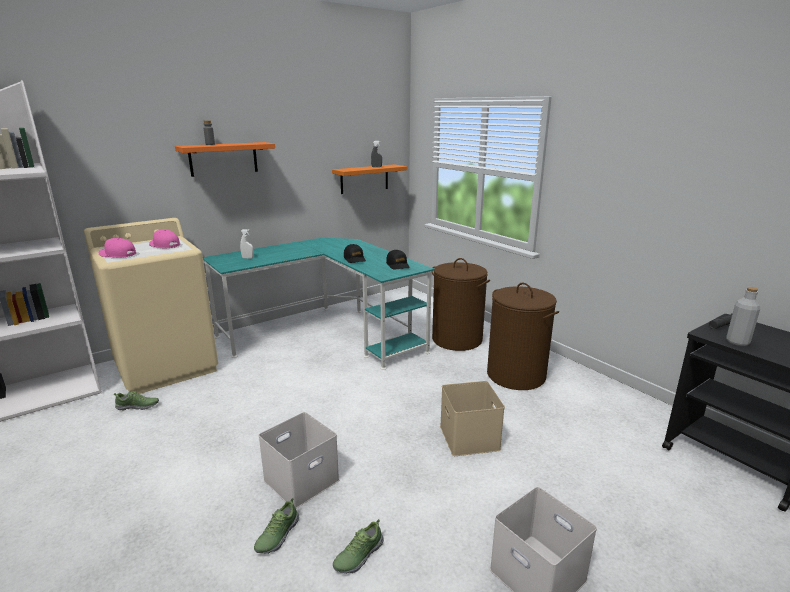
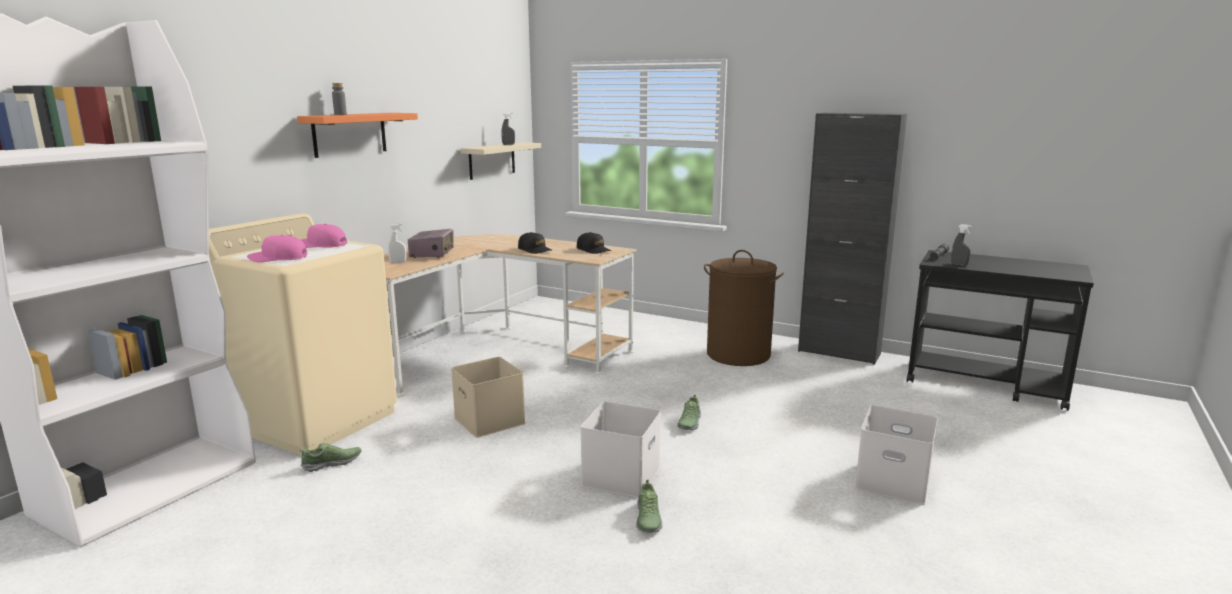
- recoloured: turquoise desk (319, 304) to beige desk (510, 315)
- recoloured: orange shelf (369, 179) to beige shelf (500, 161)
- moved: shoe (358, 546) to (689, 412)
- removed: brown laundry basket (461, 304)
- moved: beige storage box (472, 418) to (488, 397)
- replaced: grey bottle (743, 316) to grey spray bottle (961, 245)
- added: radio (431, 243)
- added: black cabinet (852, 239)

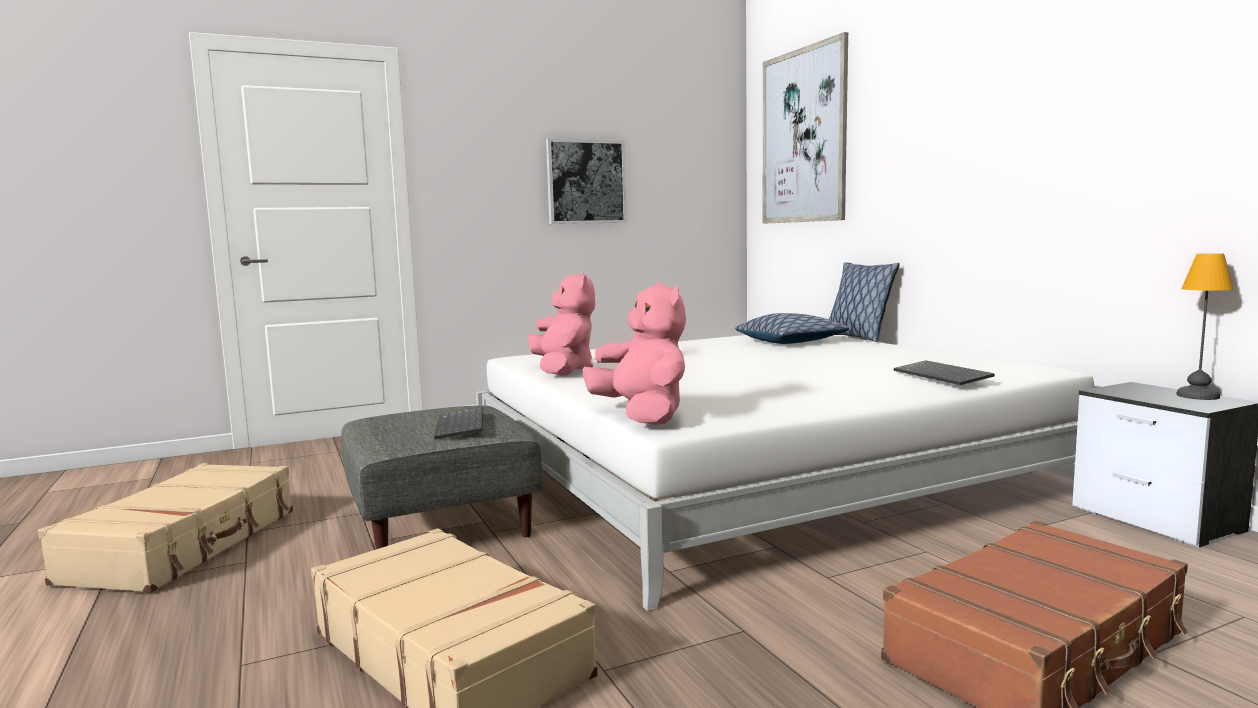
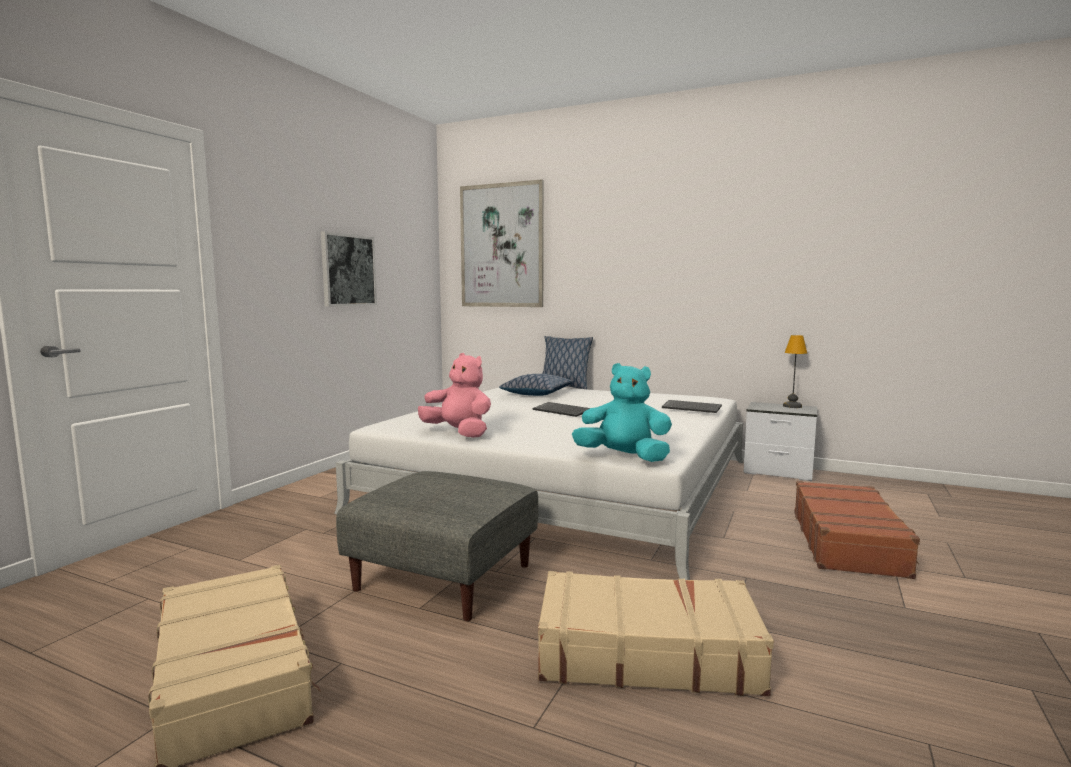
- moved: keyboard (458, 423) to (561, 409)
- recoloured: pink plush toy (634, 353) to turquoise plush toy (622, 412)

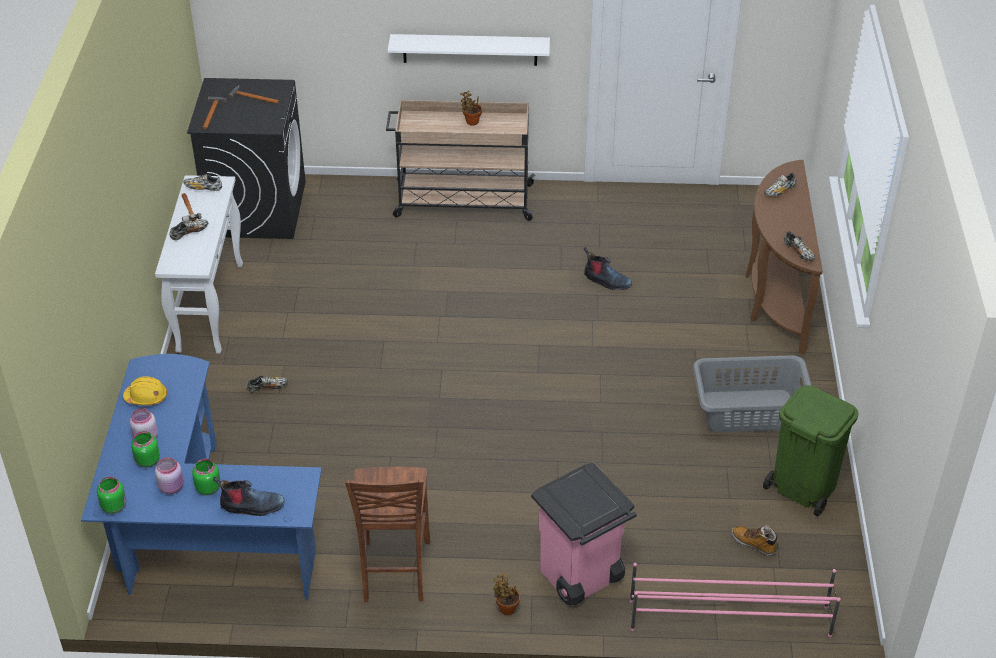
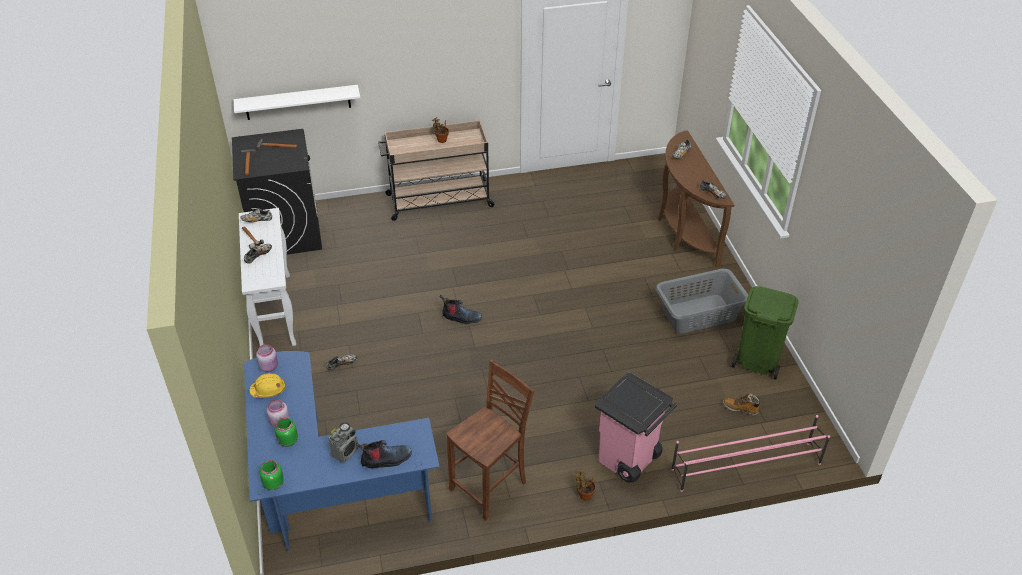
- moved: pink jar (169, 475) to (267, 358)
- replaced: green jar (206, 476) to radio (343, 442)
- turned: brown chair (387, 534) = (490, 440) 120 degrees counterclockwise
- moved: white shelf (469, 50) to (297, 102)
- moved: boot (608, 268) to (460, 309)

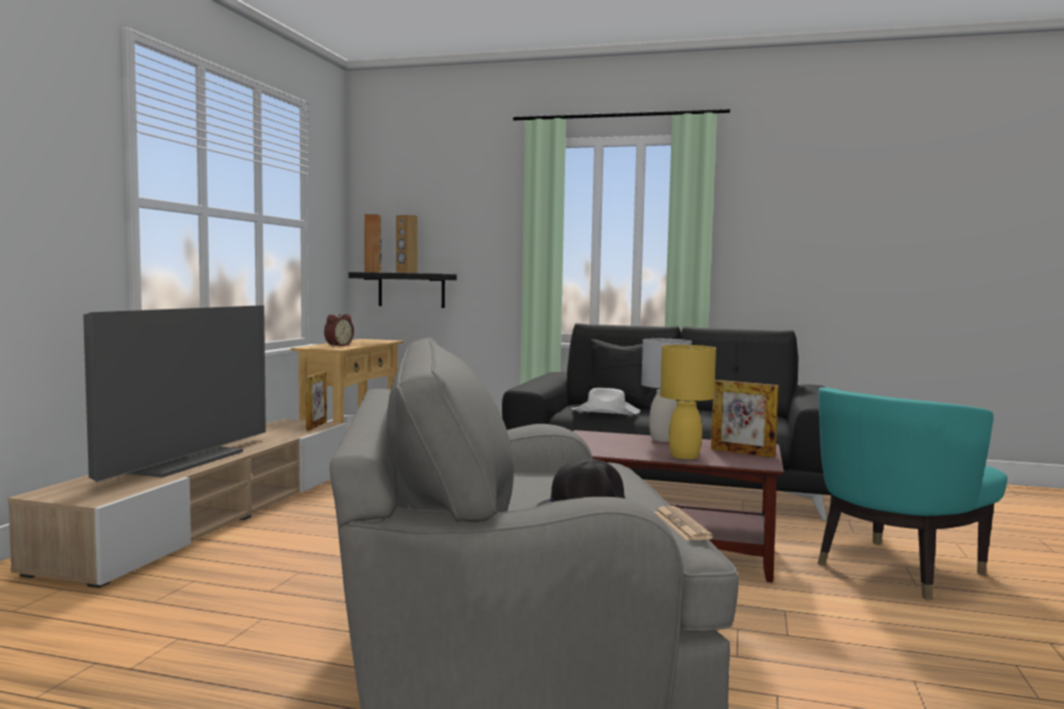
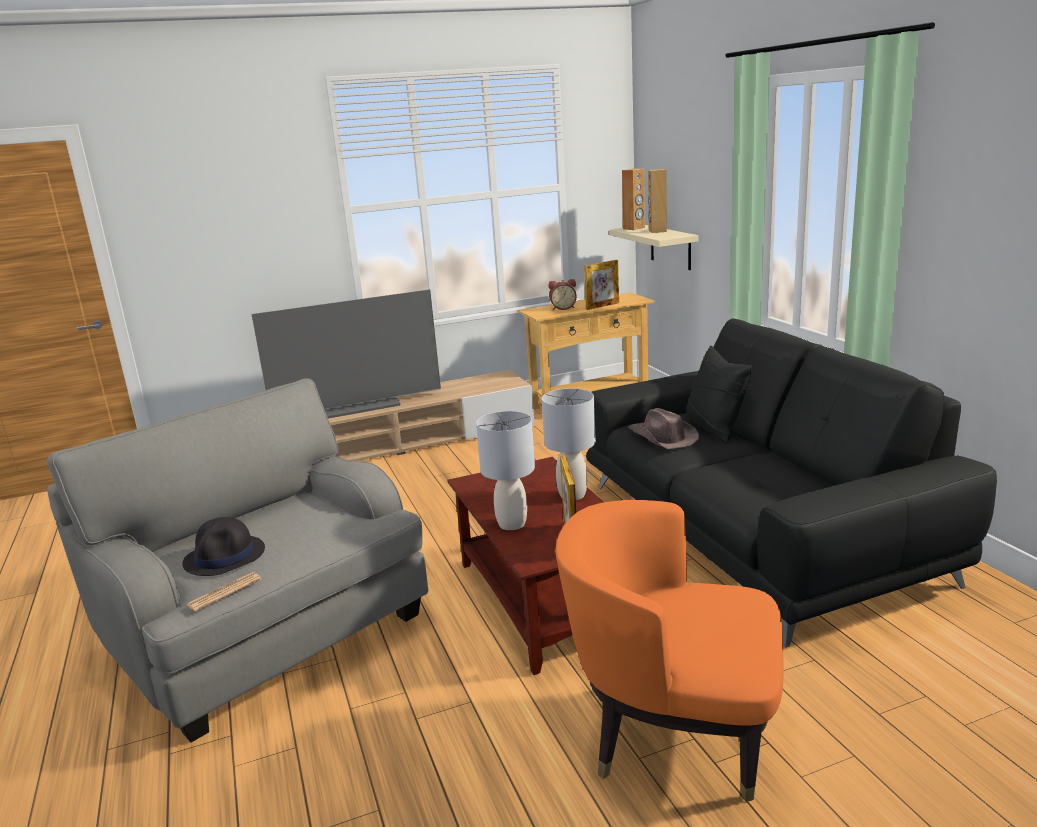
- moved: picture frame (316, 401) to (601, 285)
- recoloured: black shelf (402, 290) to beige shelf (654, 247)
- recoloured: white hat (606, 401) to brown hat (663, 428)
- recoloured: yellow table lamp (688, 402) to grey table lamp (505, 470)
- recoloured: turquoise armchair (913, 493) to orange armchair (669, 651)

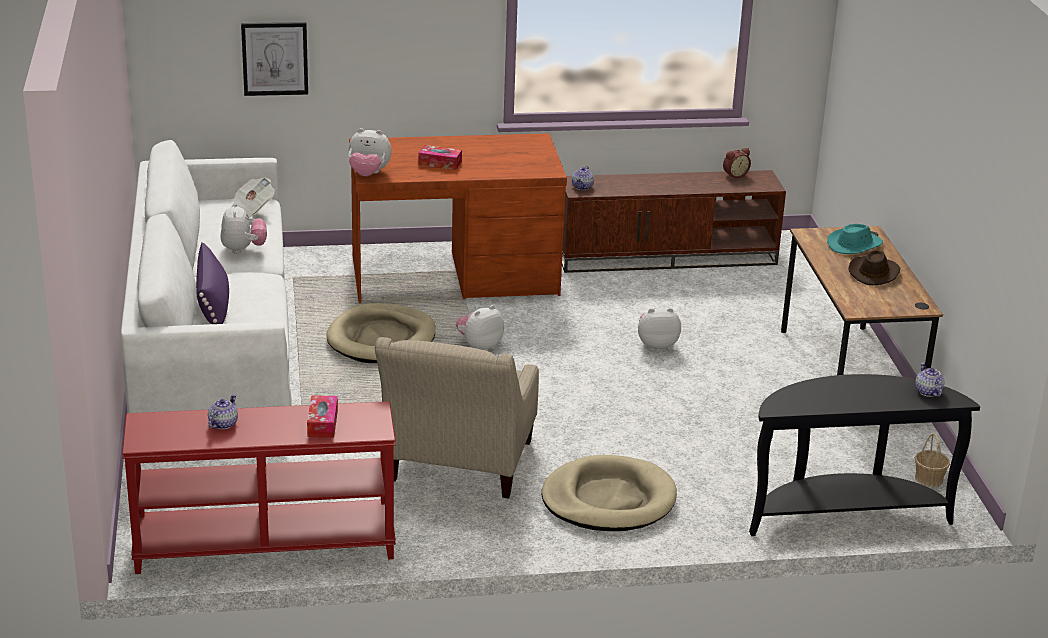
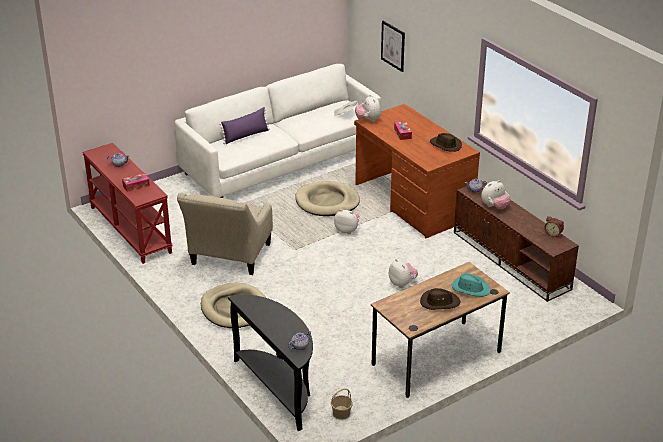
- moved: plush toy (243, 228) to (496, 194)
- turned: beige armchair (457, 418) = (225, 234) 60 degrees counterclockwise
- added: brown hat (446, 142)

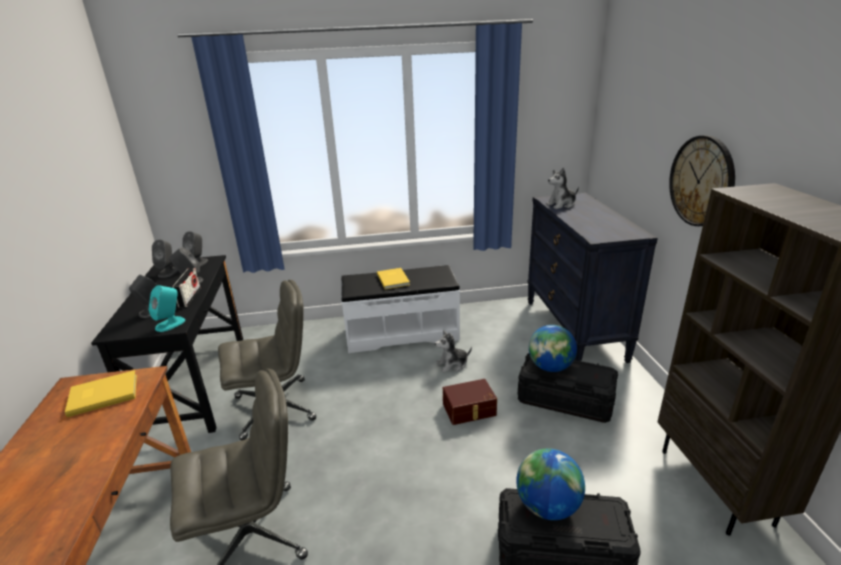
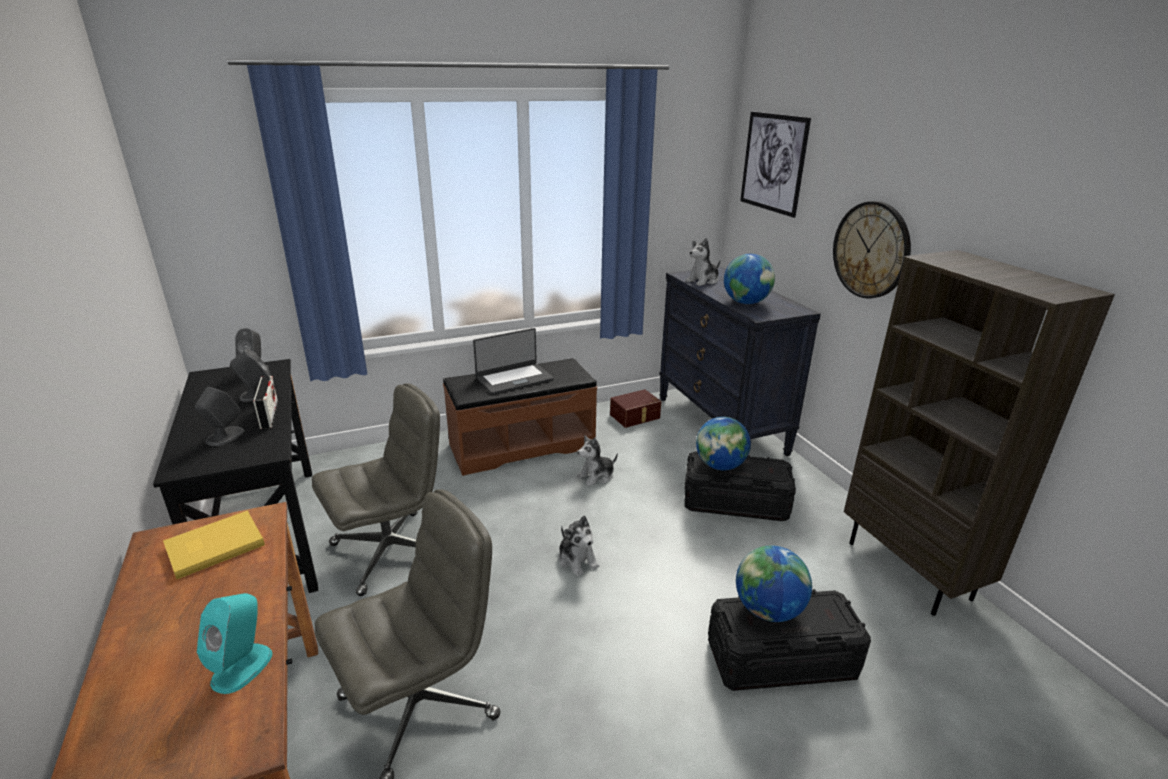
- moved: turquoise speaker (166, 308) to (234, 643)
- removed: grey speaker (165, 259)
- recoloured: white bench (400, 309) to brown bench (520, 417)
- replaced: yellow book (393, 278) to laptop (513, 361)
- moved: brown storage box (470, 402) to (635, 408)
- added: plush toy (578, 546)
- added: globe (749, 279)
- added: picture (775, 165)

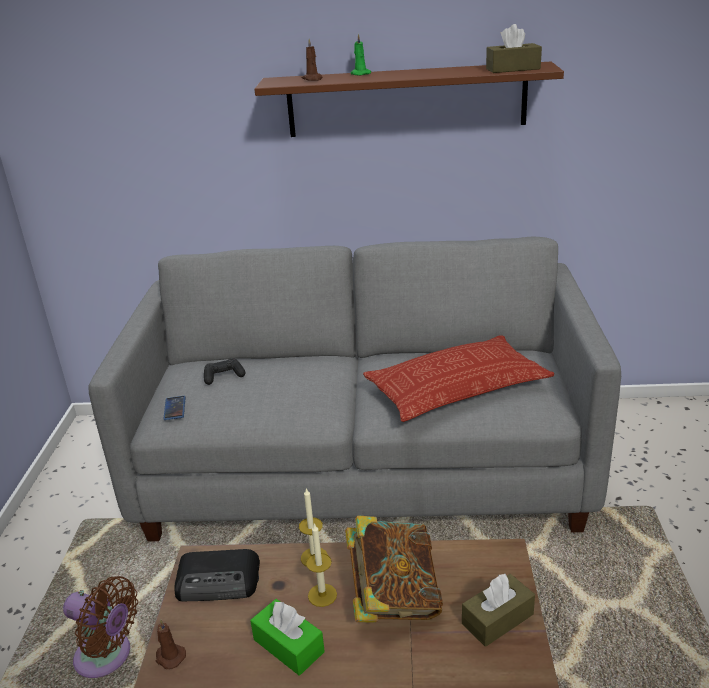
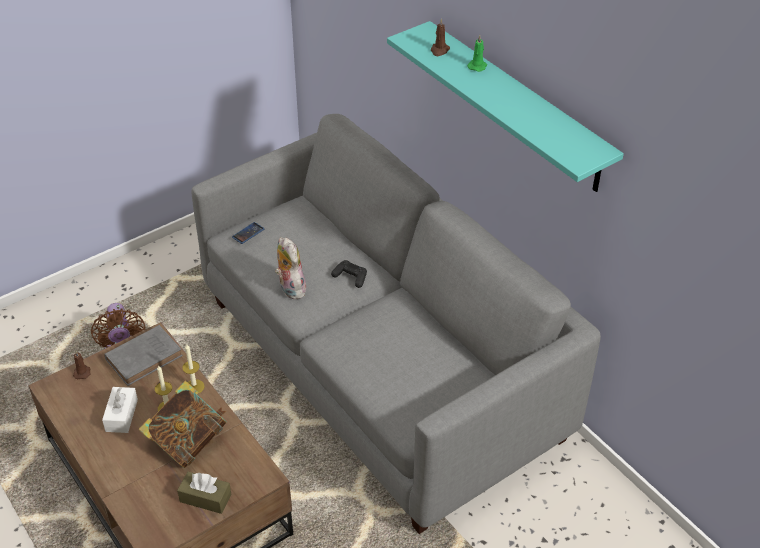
- replaced: radio (217, 575) to grey book (143, 355)
- moved: black game controller (224, 371) to (349, 274)
- recoloured: green tissue box (287, 637) to white tissue box (120, 410)
- recoloured: brown shelf (409, 99) to turquoise shelf (505, 106)
- removed: pillow (458, 378)
- removed: brown tissue box (514, 48)
- added: plush toy (290, 268)

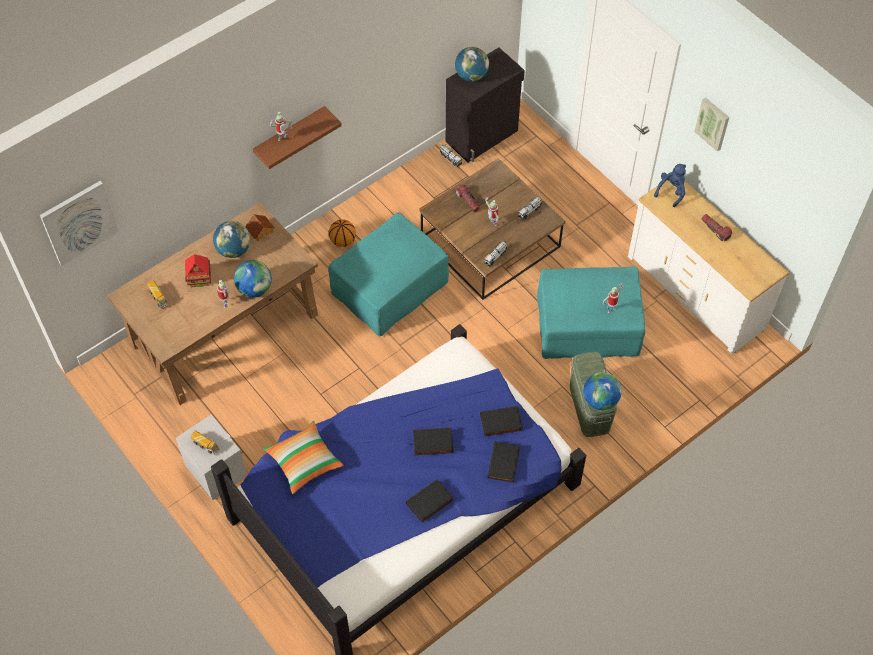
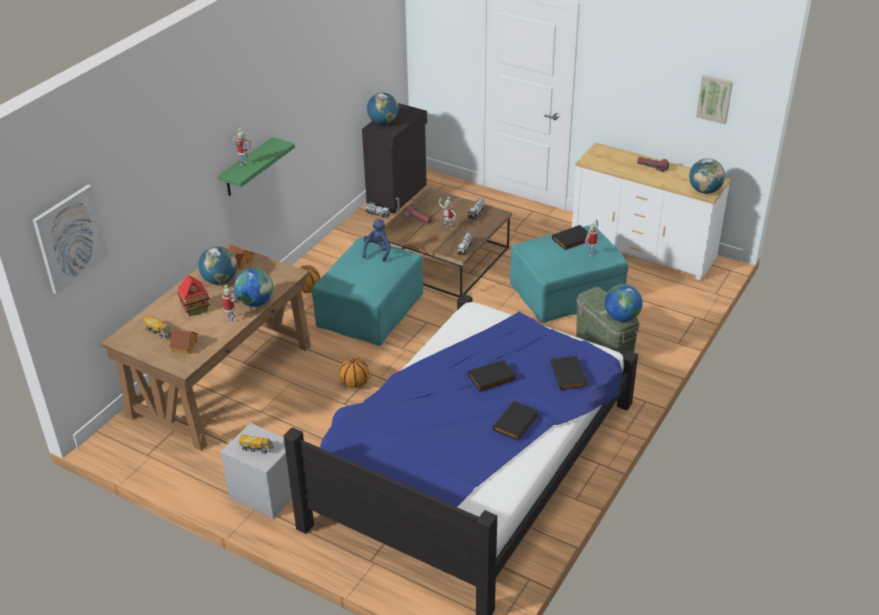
- recoloured: brown shelf (297, 137) to green shelf (256, 166)
- removed: pillow (303, 457)
- moved: black book (501, 421) to (570, 237)
- moved: blue plush toy (670, 185) to (376, 240)
- moved: picture (711, 124) to (714, 99)
- added: toy house (183, 341)
- added: basketball (354, 373)
- added: globe (707, 176)

